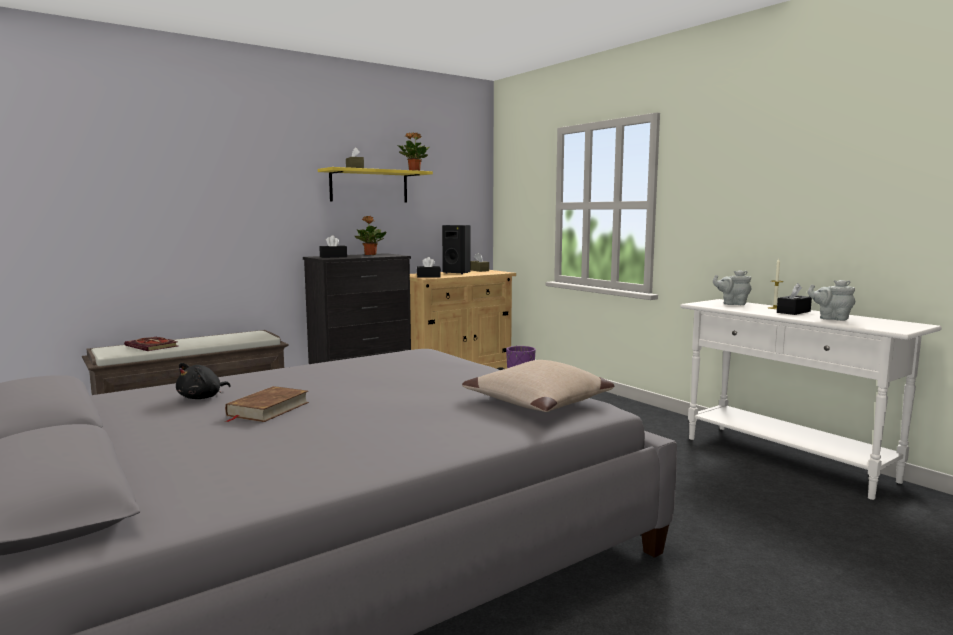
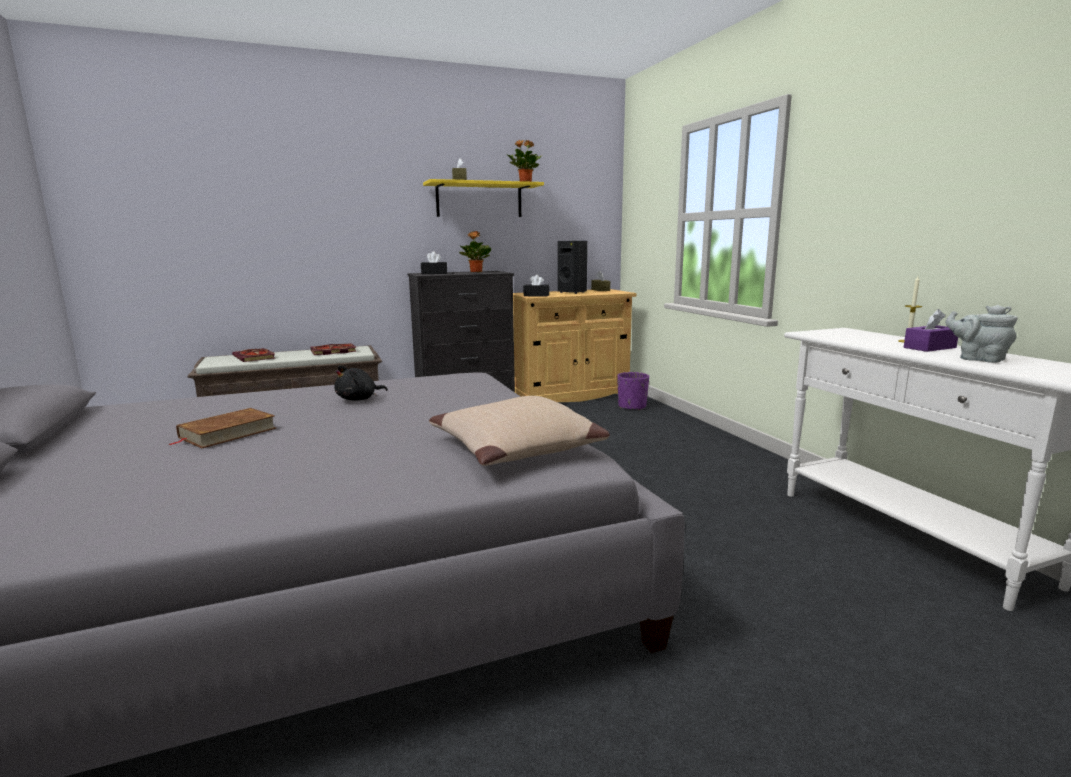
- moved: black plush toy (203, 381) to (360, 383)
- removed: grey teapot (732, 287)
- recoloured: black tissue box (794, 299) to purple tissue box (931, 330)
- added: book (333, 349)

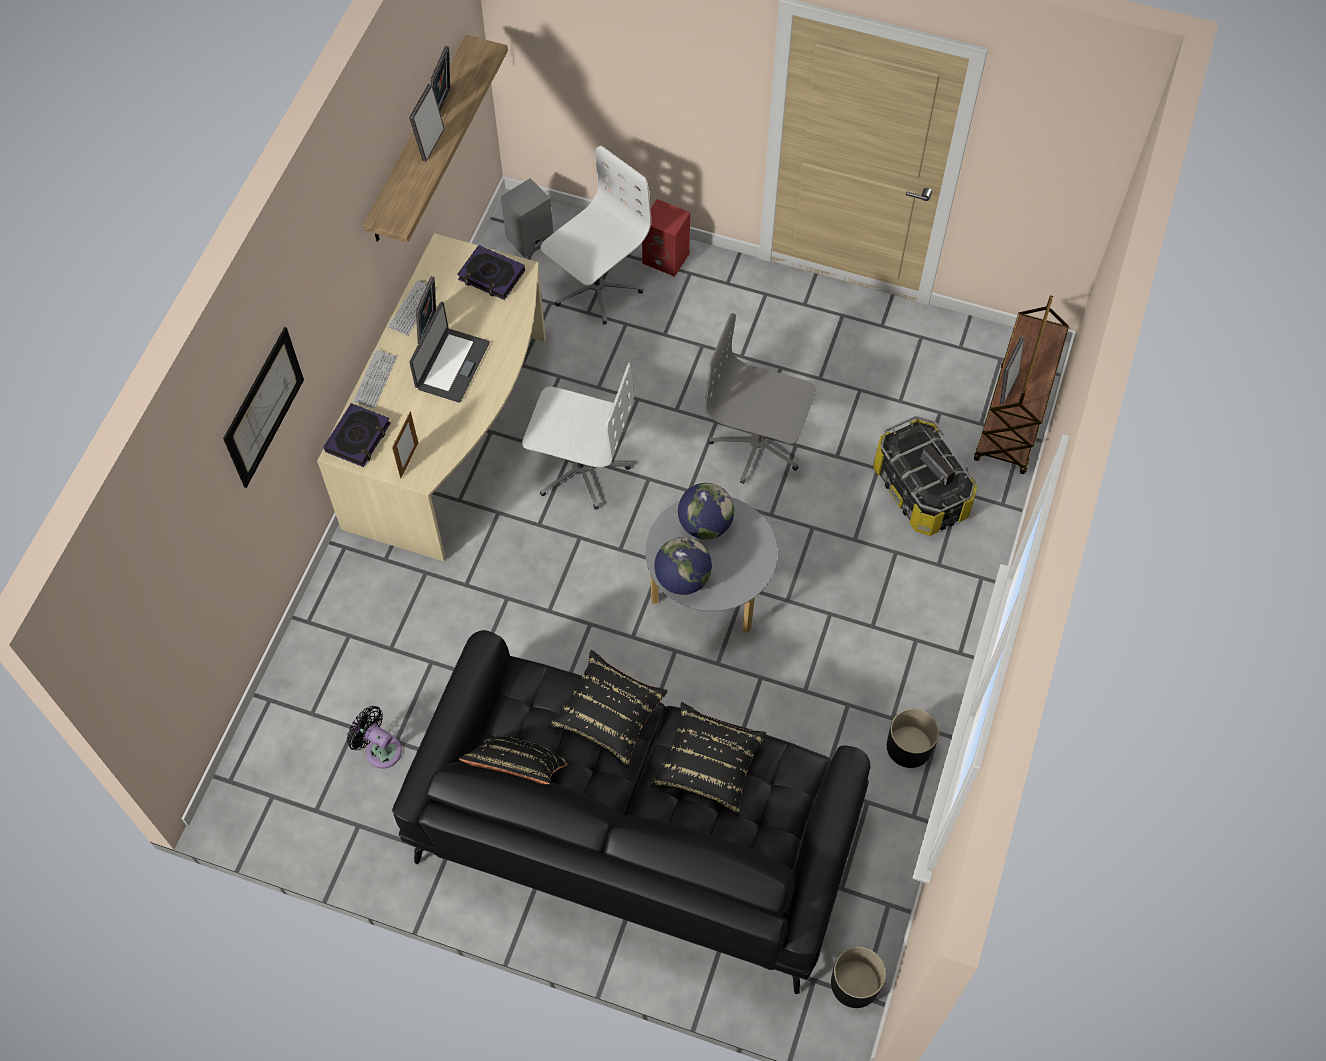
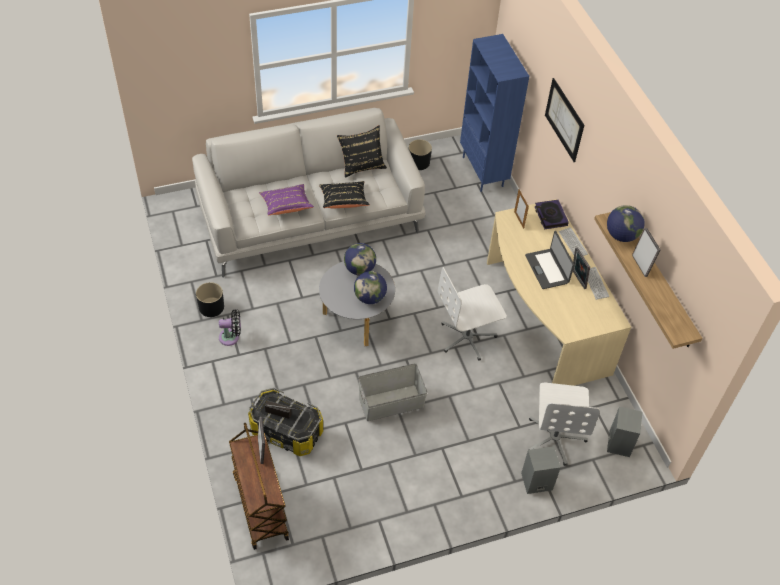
- moved: black fan (374, 737) to (230, 327)
- recoloured: black sofa (631, 812) to white sofa (308, 192)
- removed: picture frame (440, 78)
- removed: book (491, 272)
- recoloured: red speaker (666, 238) to grey speaker (541, 470)
- recoloured: black pillow (708, 759) to purple pillow (286, 199)
- replaced: grey office chair (760, 398) to grey storage box (392, 392)
- moved: black planter (858, 977) to (420, 154)
- added: blue bookcase (494, 113)
- added: globe (626, 223)

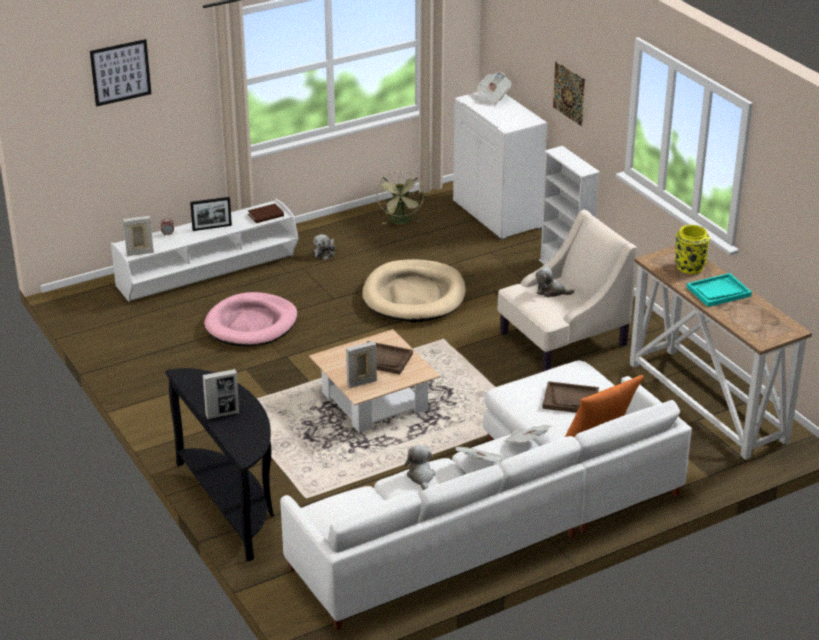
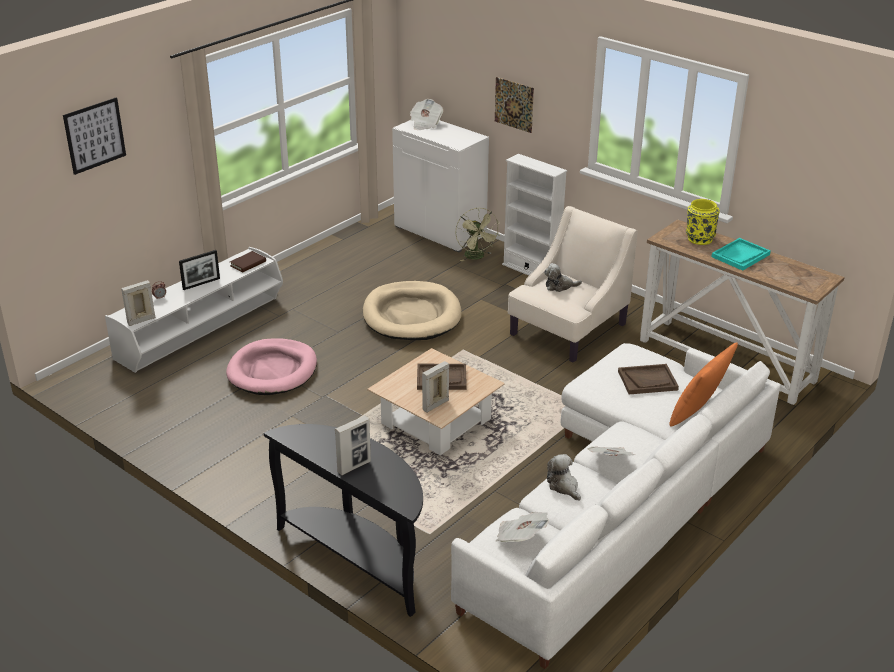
- removed: plush toy (324, 247)
- moved: green fan (400, 198) to (477, 235)
- moved: newspaper (527, 434) to (522, 527)

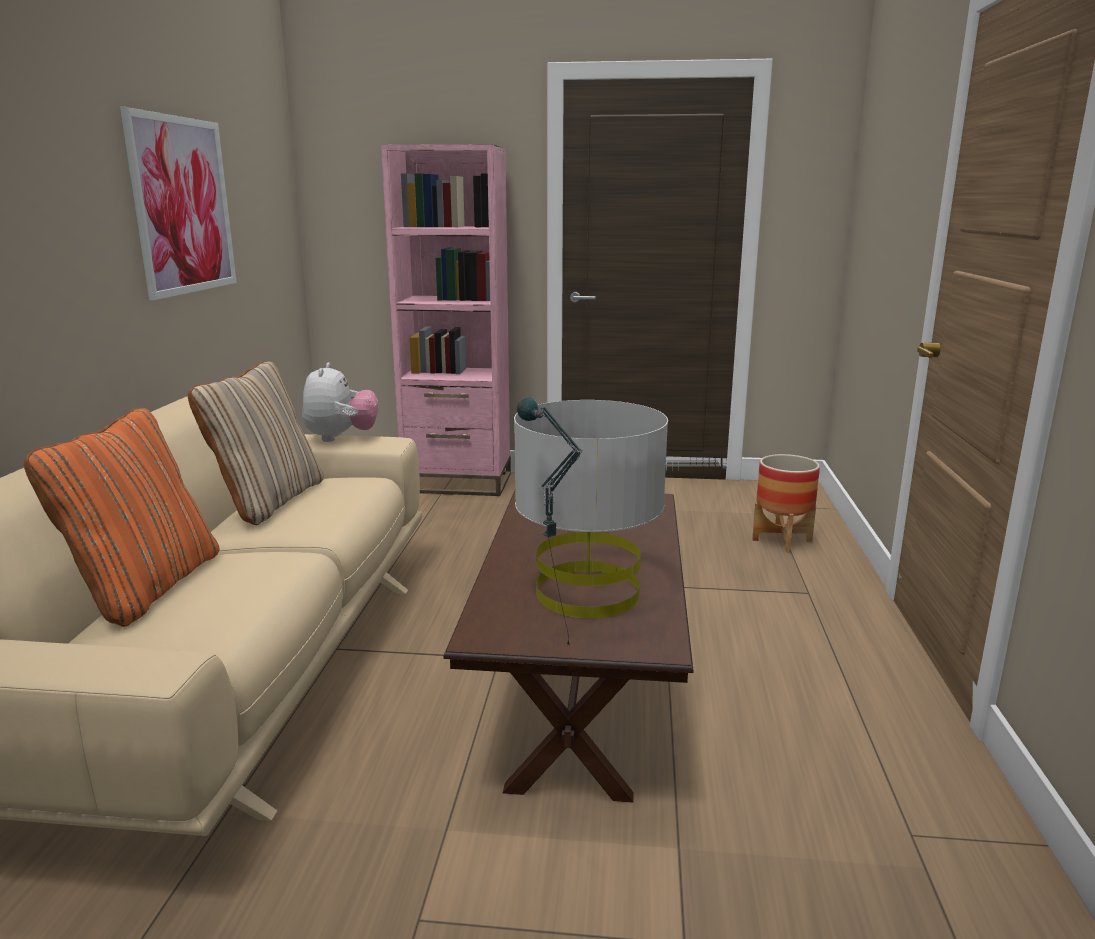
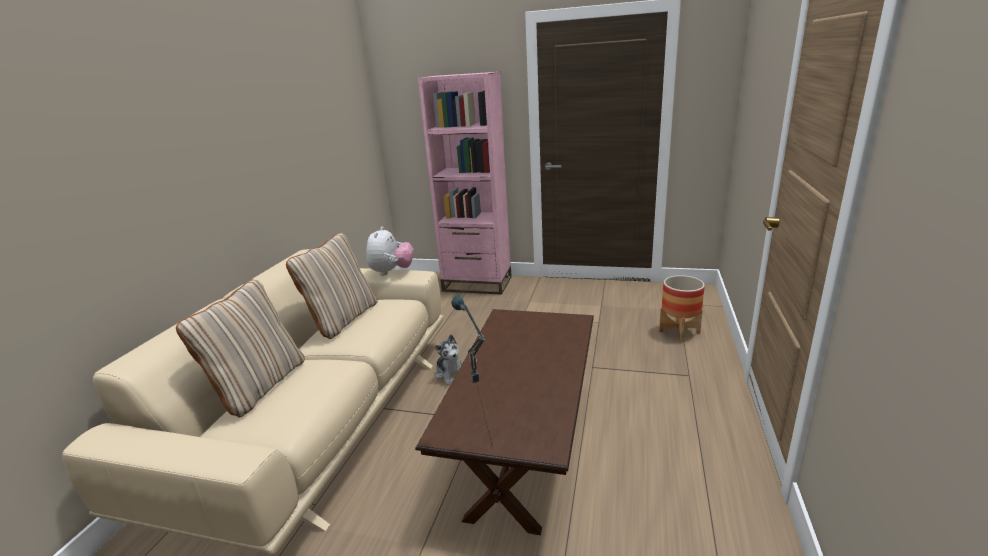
- recoloured: orange pillow (122, 517) to beige pillow (240, 348)
- removed: picture (178, 203)
- removed: grey table lamp (591, 509)
- added: plush toy (448, 359)

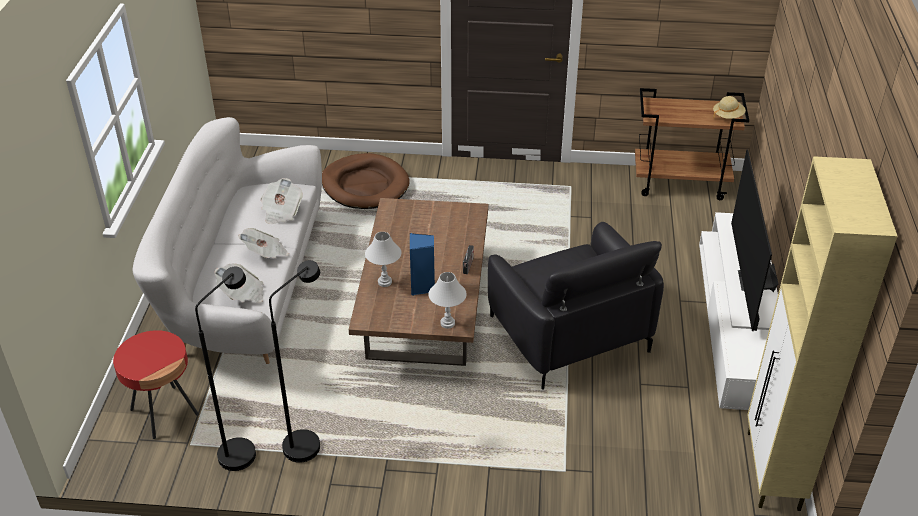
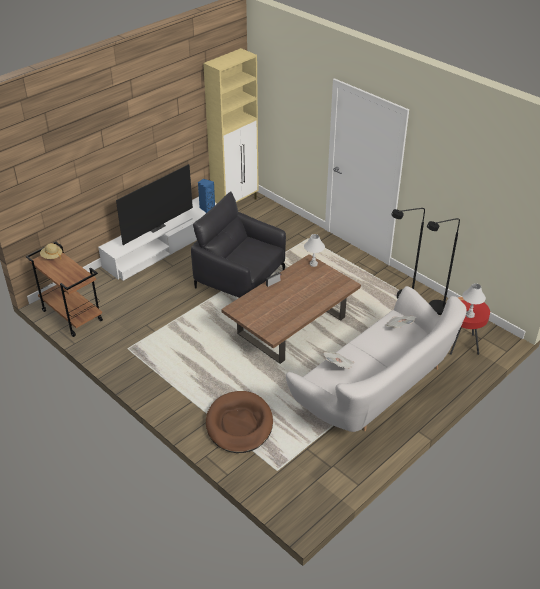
- removed: newspaper (263, 243)
- moved: white table lamp (383, 259) to (474, 300)
- moved: blue speaker (422, 264) to (206, 196)
- turned: black armchair (576, 306) = (238, 244) 75 degrees counterclockwise

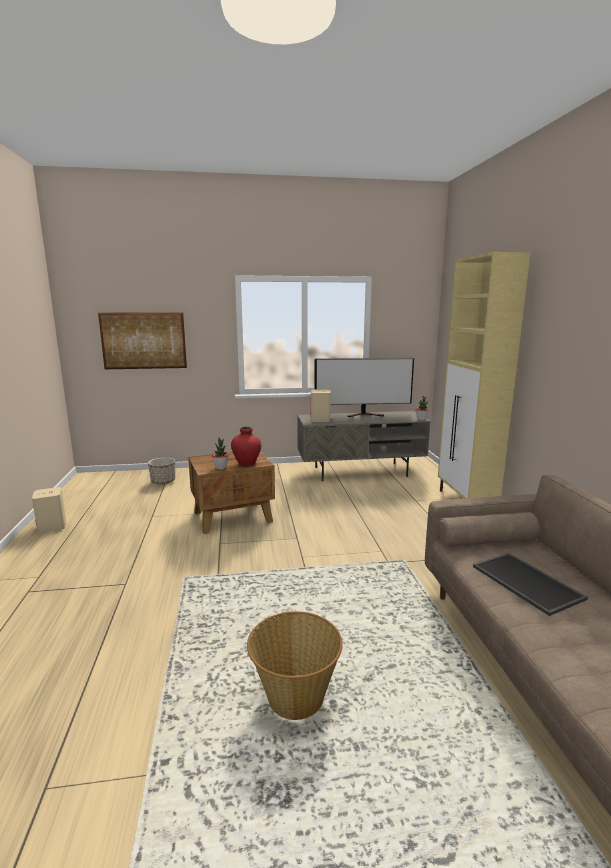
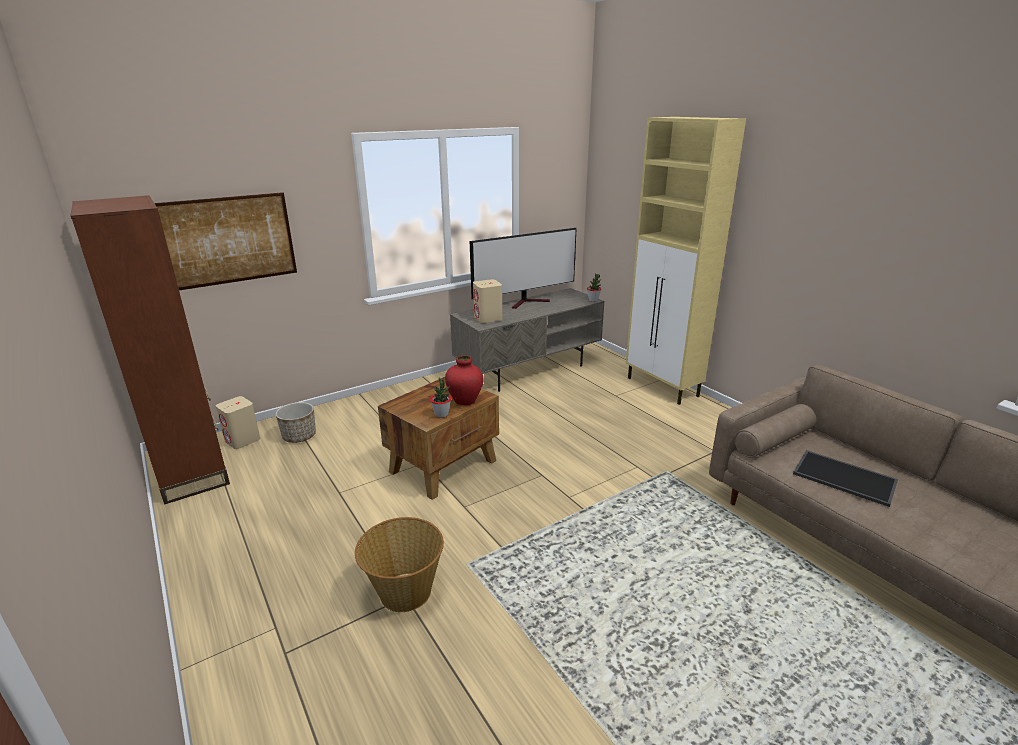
- moved: beige speaker (49, 510) to (238, 422)
- moved: basket (295, 665) to (399, 564)
- added: brown bookcase (150, 350)

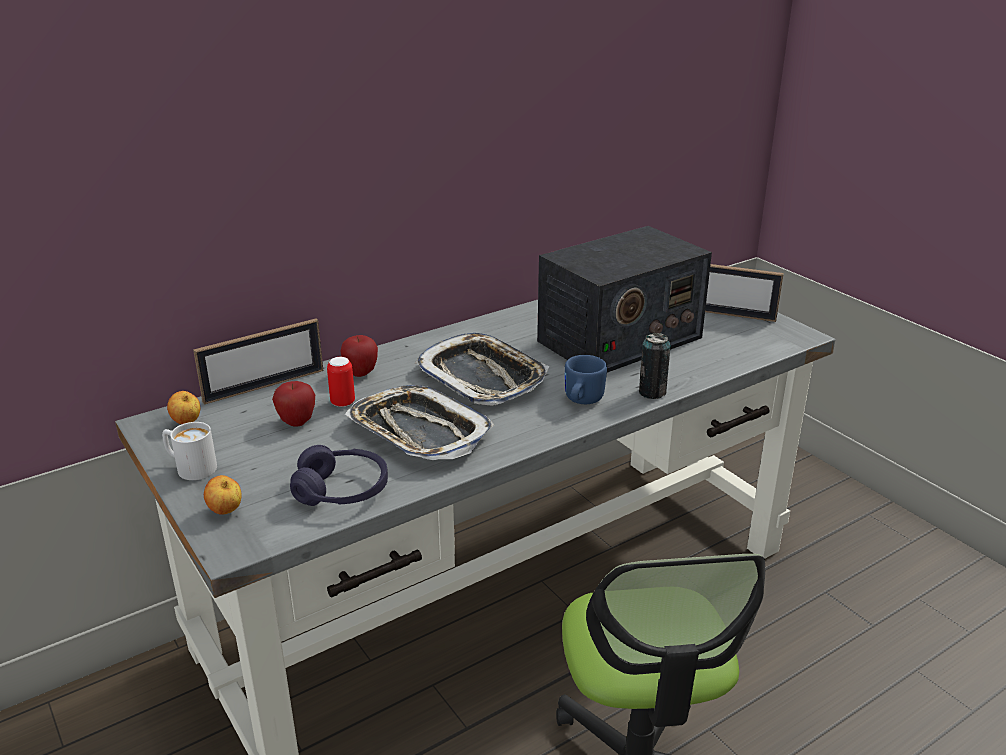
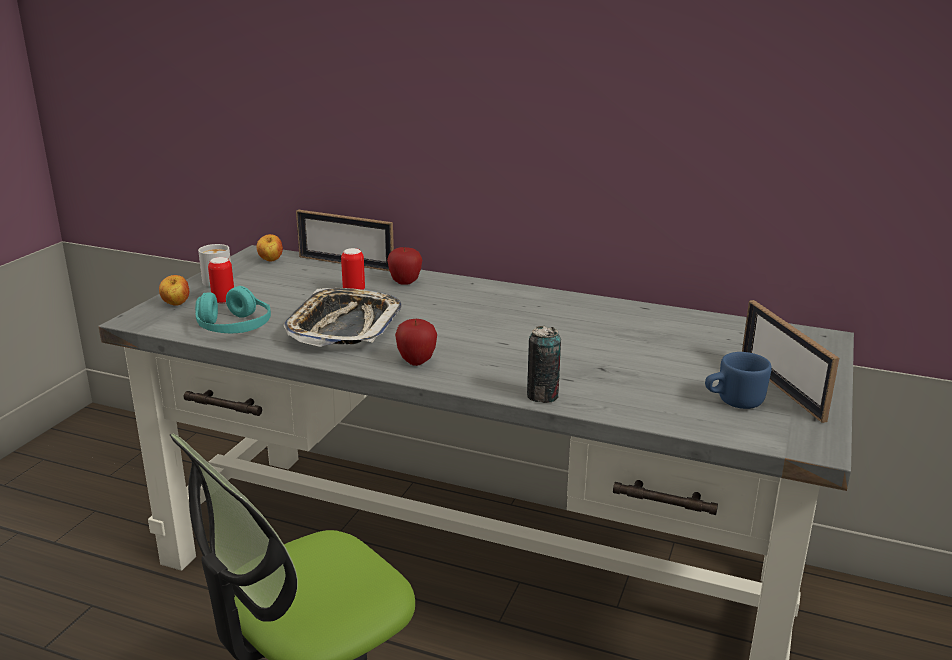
- moved: apple (293, 404) to (416, 342)
- recoloured: purple headphones (339, 475) to turquoise headphones (233, 309)
- removed: tray (482, 369)
- removed: radio (624, 299)
- moved: blue mug (586, 379) to (738, 380)
- added: can (221, 280)

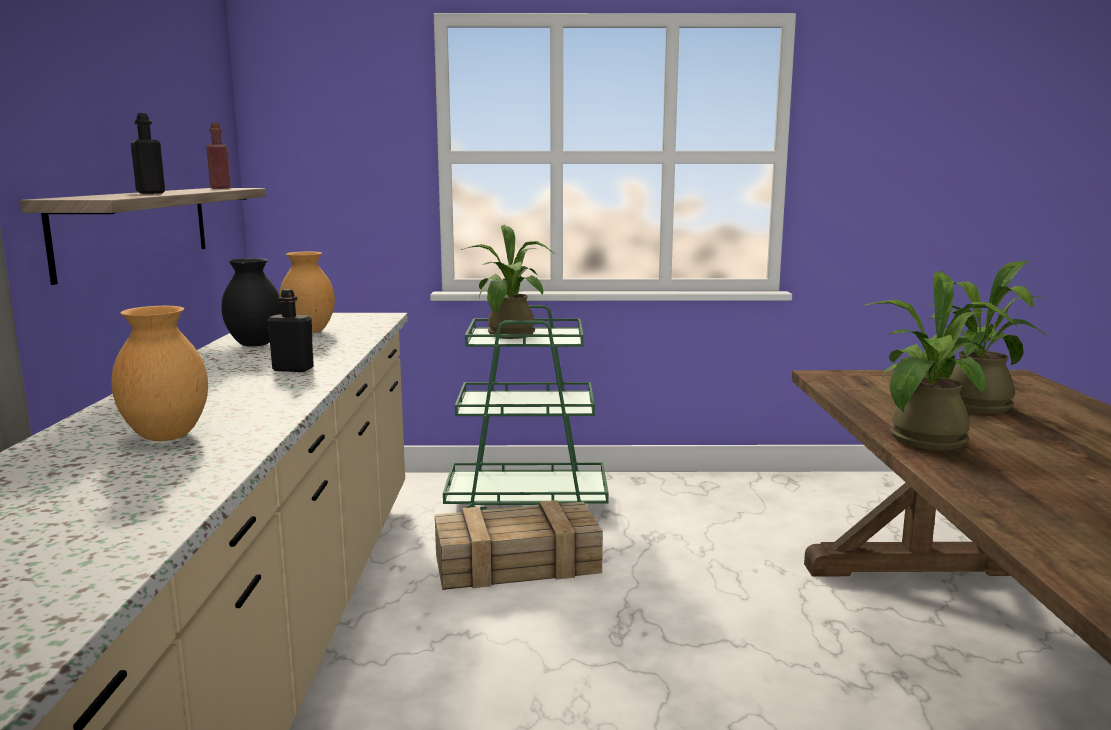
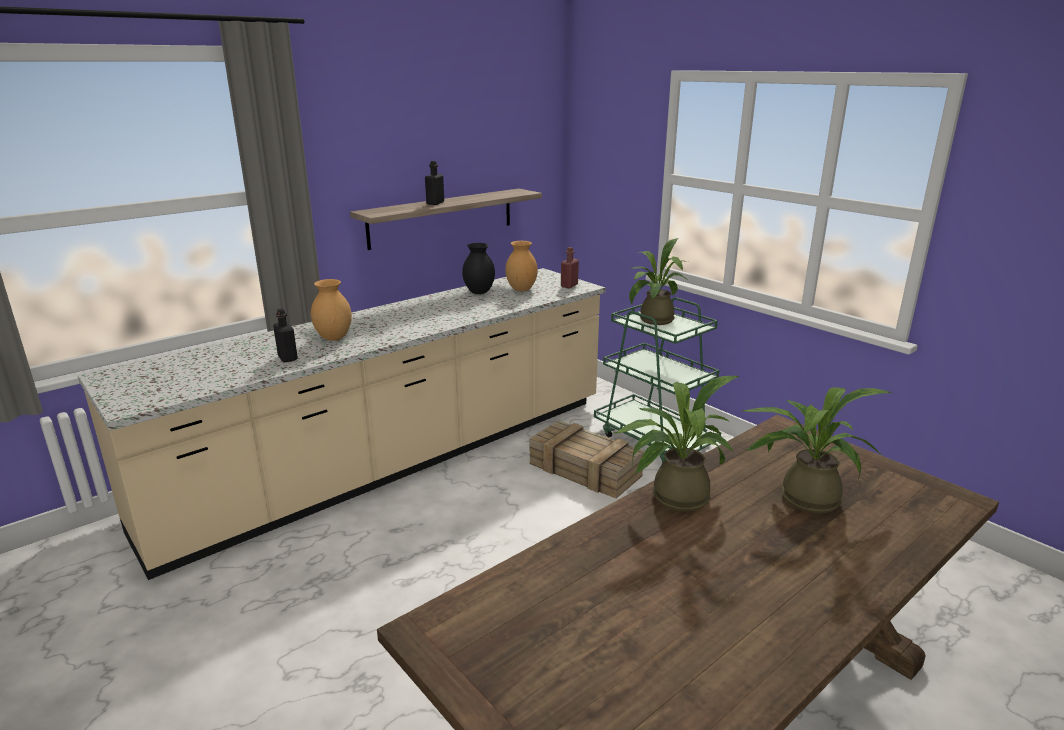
- moved: red bottle (218, 156) to (570, 267)
- moved: black bottle (290, 330) to (285, 335)

